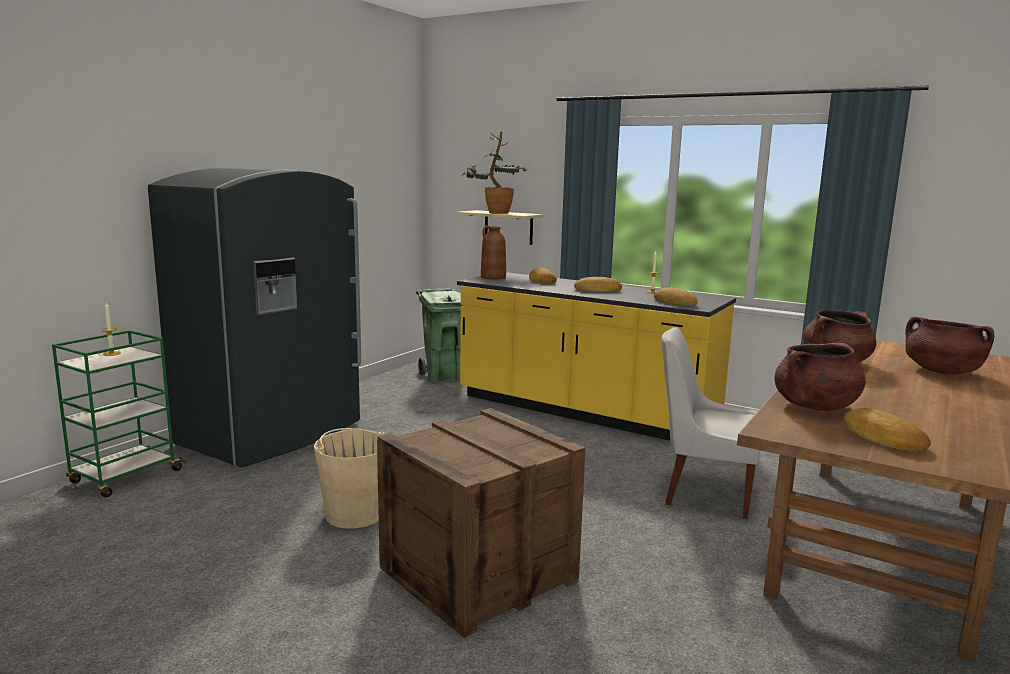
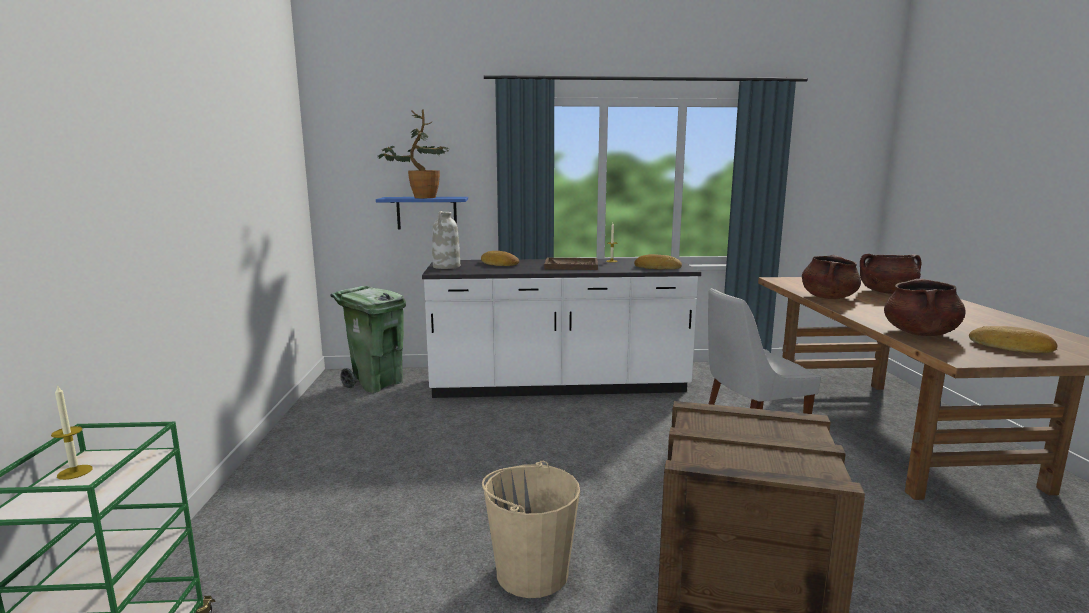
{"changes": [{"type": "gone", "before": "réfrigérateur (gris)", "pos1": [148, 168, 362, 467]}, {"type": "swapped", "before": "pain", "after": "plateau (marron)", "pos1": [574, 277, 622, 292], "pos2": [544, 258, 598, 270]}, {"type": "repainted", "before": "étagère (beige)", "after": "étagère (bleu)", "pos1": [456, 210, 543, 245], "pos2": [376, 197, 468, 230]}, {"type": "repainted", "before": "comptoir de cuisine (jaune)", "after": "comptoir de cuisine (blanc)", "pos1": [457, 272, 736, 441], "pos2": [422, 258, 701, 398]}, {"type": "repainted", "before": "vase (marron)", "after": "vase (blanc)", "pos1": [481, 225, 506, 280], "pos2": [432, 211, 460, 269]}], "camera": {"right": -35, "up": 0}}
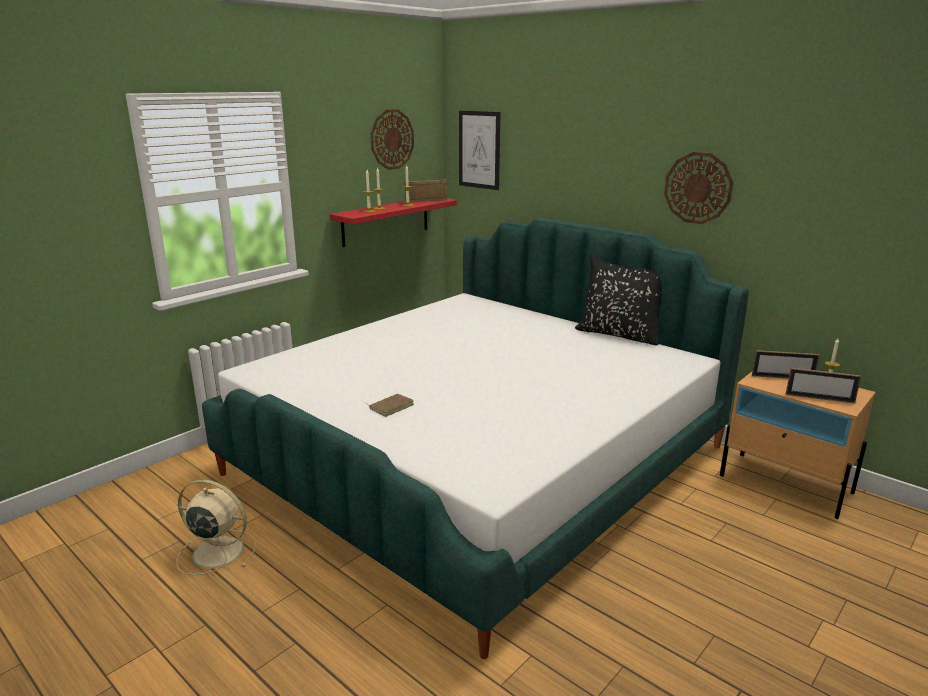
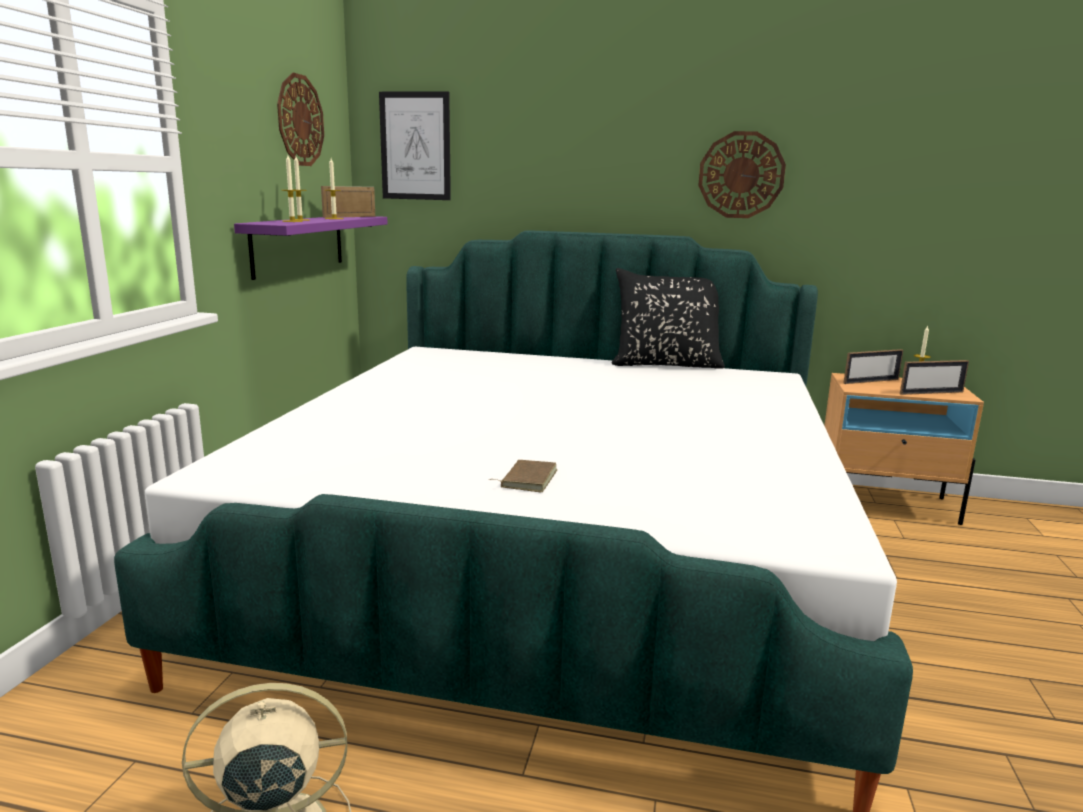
{"changes": [{"type": "repainted", "before": "étagère (rouge)", "after": "étagère (violet)", "pos1": [330, 199, 457, 247], "pos2": [234, 216, 388, 280]}], "camera": {"right": -30, "up": -5}}
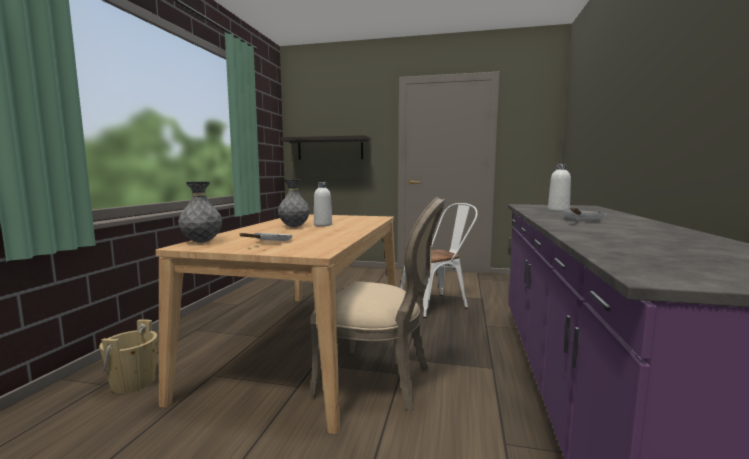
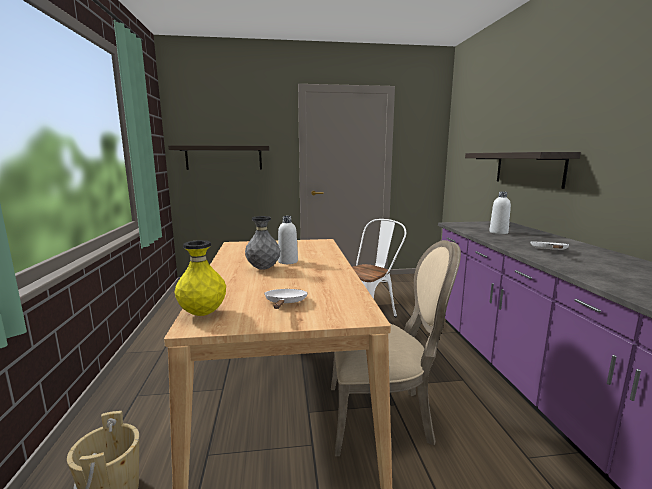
{"changes": [{"type": "new", "after": "étagère", "pos2": [465, 152, 581, 189]}, {"type": "repainted", "before": "vase (gris)", "after": "vase (jaune)", "pos1": [178, 182, 222, 243], "pos2": [175, 240, 226, 316]}], "camera": {"right": -20, "up": 5}}
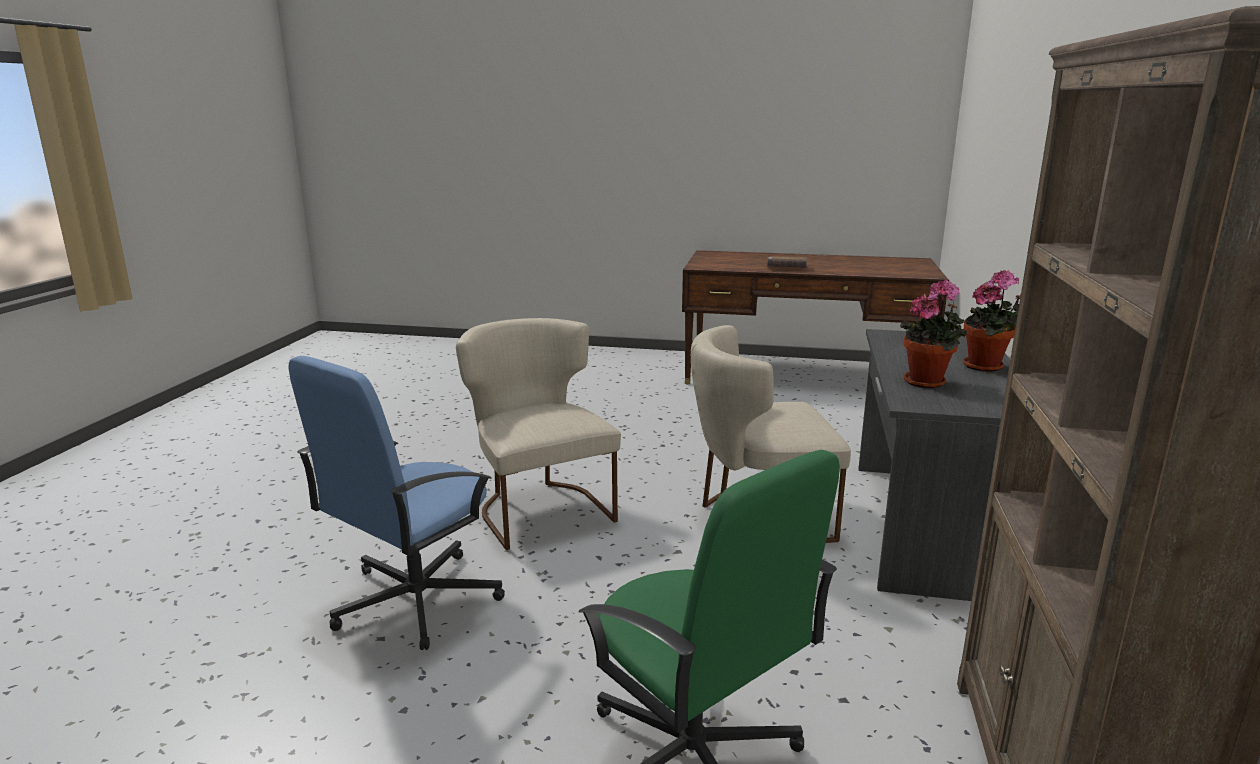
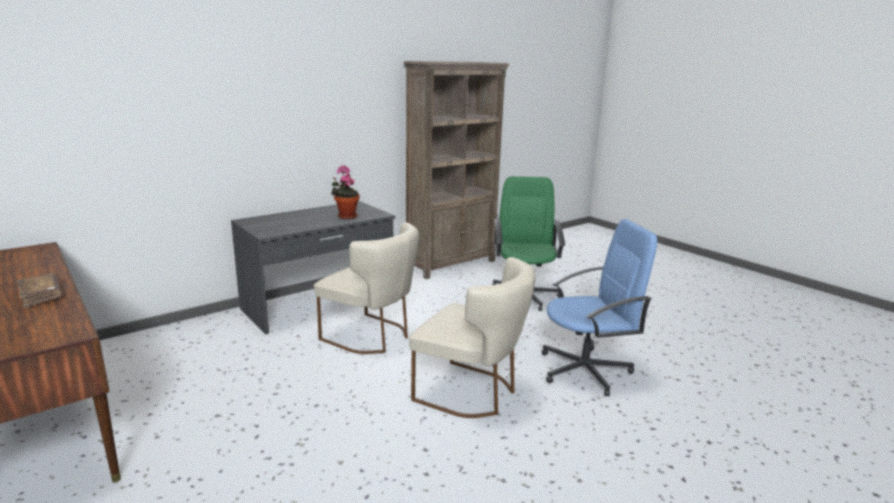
{"changes": [{"type": "gone", "before": "plante en pot", "pos1": [963, 270, 1021, 372]}, {"type": "rotated", "before": "chaise (beige)", "pos1": [456, 318, 621, 550], "pos2": [409, 257, 535, 418], "turn": -75}], "camera": {"right": -140, "up": 0}}
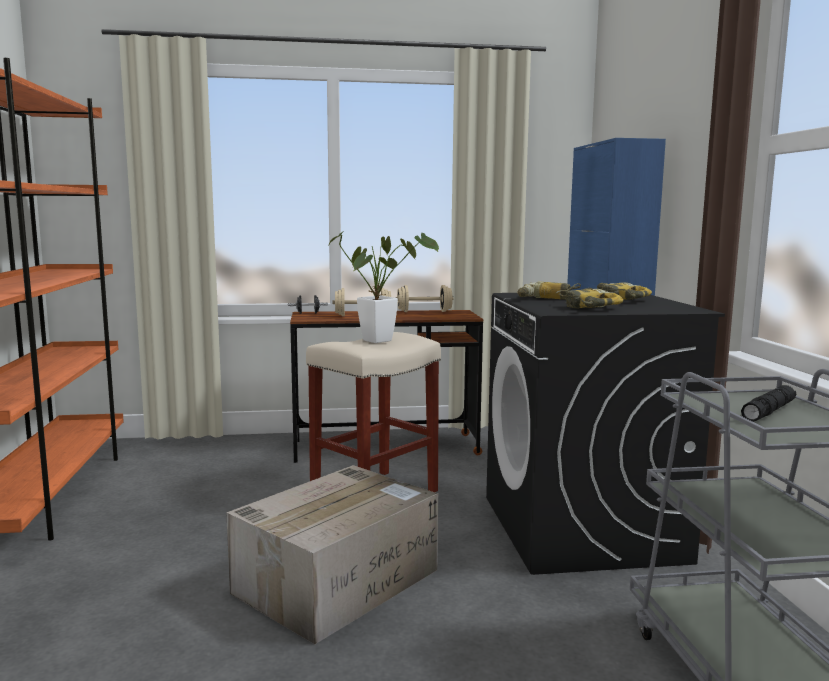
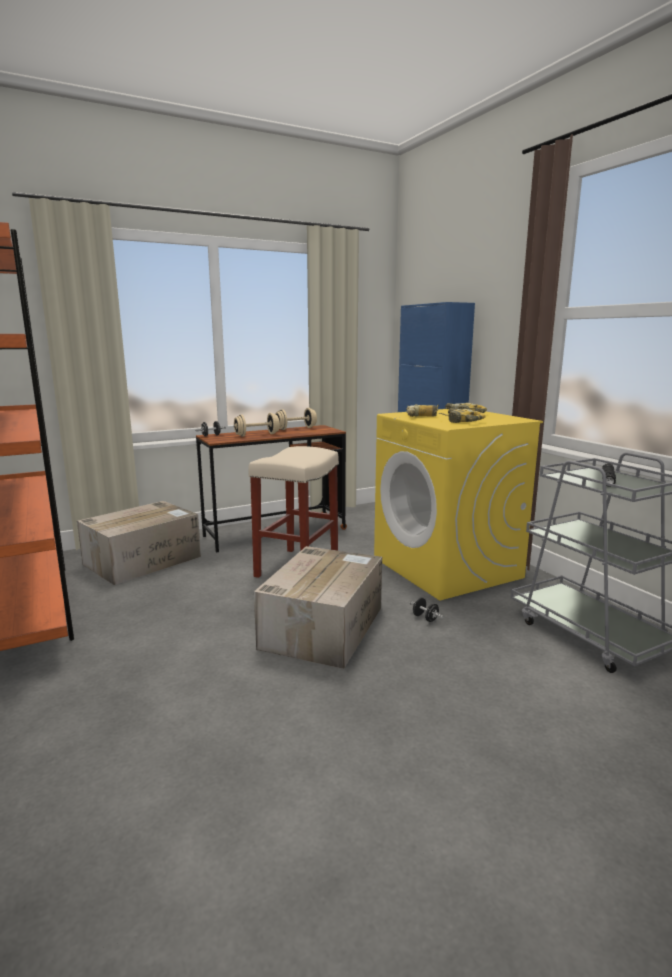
{"changes": [{"type": "gone", "before": "plante en pot", "pos1": [327, 231, 439, 343]}, {"type": "new", "after": "carton", "pos2": [77, 501, 201, 585]}, {"type": "new", "after": "haltère (noir)", "pos2": [409, 598, 444, 622]}, {"type": "repainted", "before": "lave-linge (noir)", "after": "lave-linge (jaune)", "pos1": [486, 293, 725, 575], "pos2": [374, 409, 543, 600]}], "camera": {"right": -20, "up": 5}}
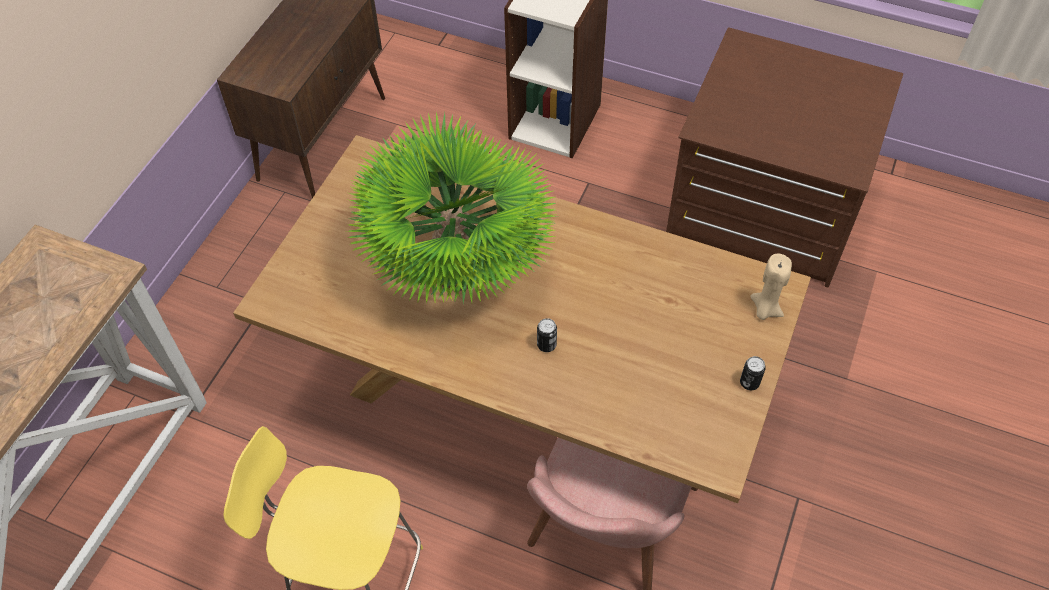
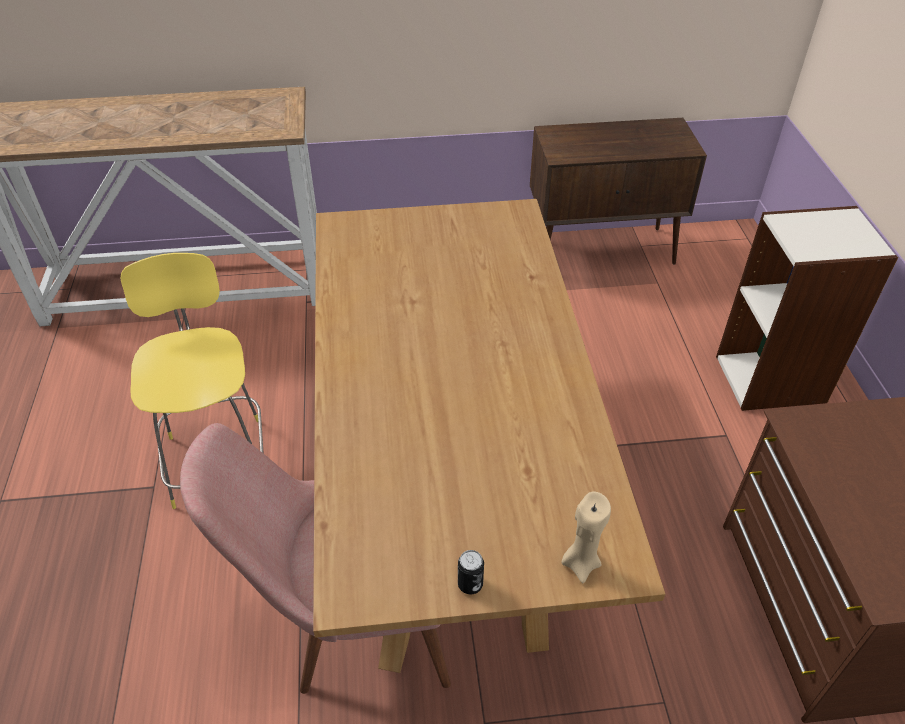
{"changes": [{"type": "gone", "before": "plante en pot", "pos1": [347, 111, 558, 304]}, {"type": "gone", "before": "boîte métallique", "pos1": [537, 318, 557, 352]}], "camera": {"right": 60, "up": -10}}
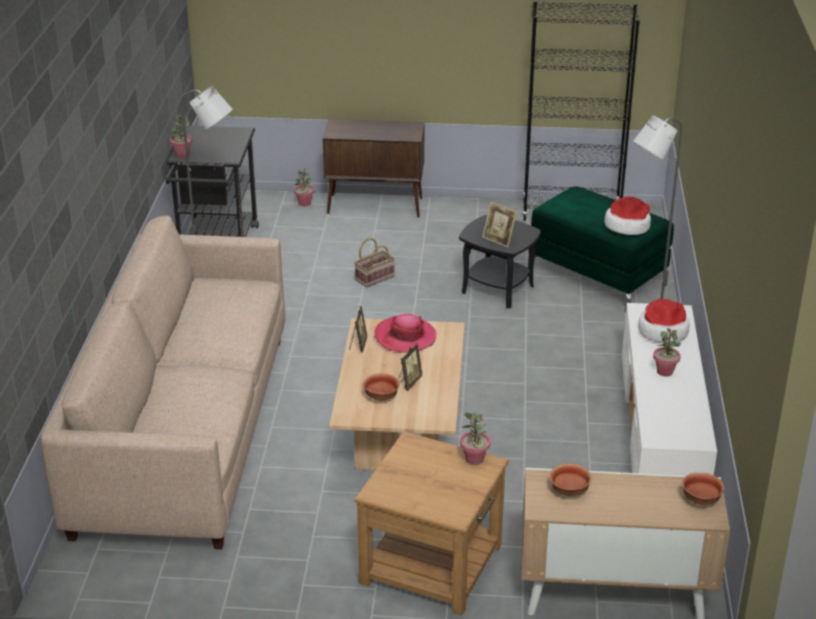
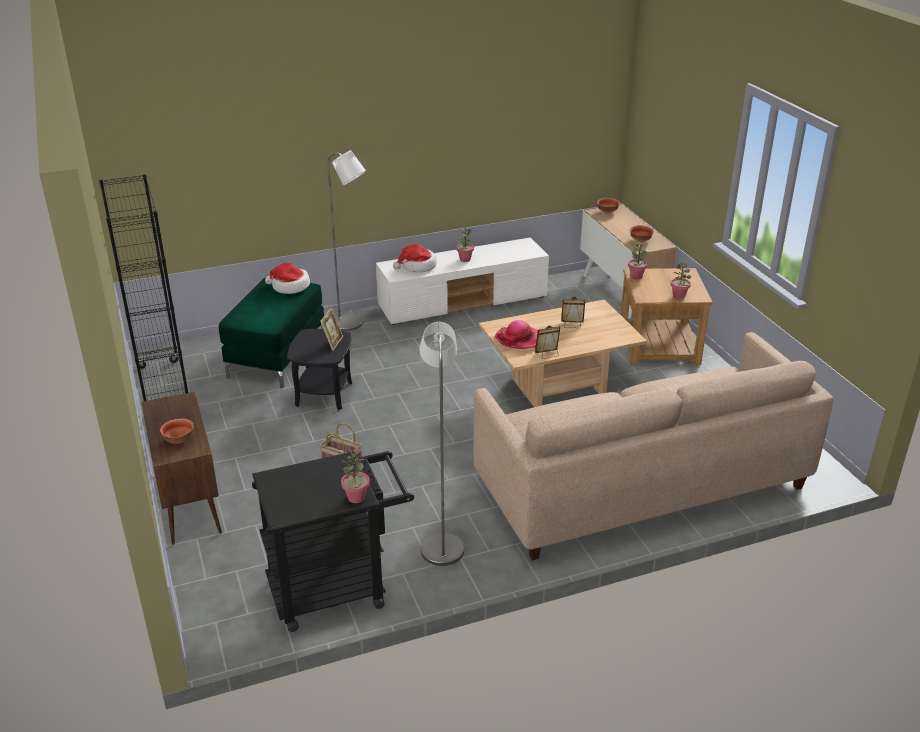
{"changes": [{"type": "shifted", "before": "plante en pot", "pos1": [294, 168, 314, 206], "pos2": [671, 263, 691, 299]}, {"type": "shifted", "before": "bol", "pos1": [363, 373, 400, 401], "pos2": [160, 419, 194, 444]}], "camera": {"right": -115, "up": 0}}
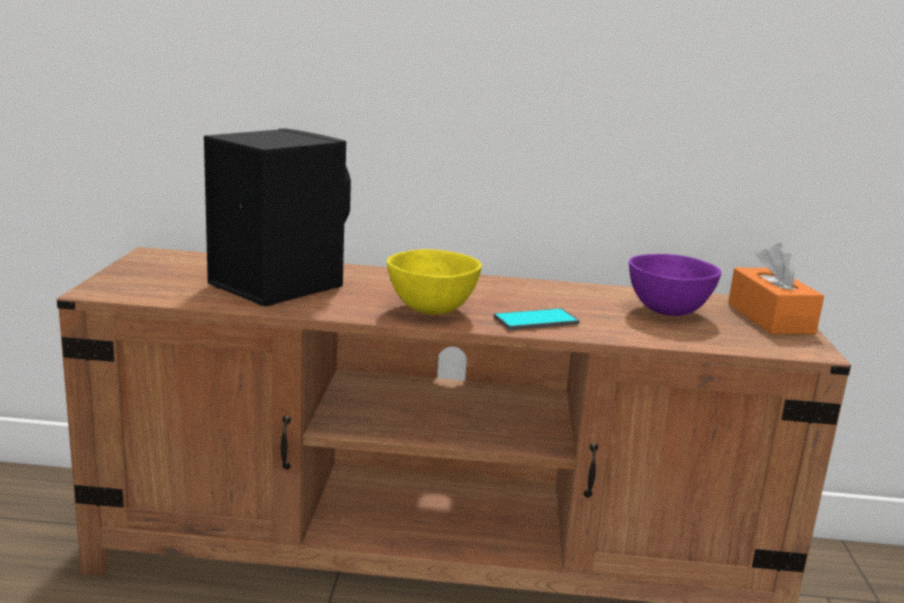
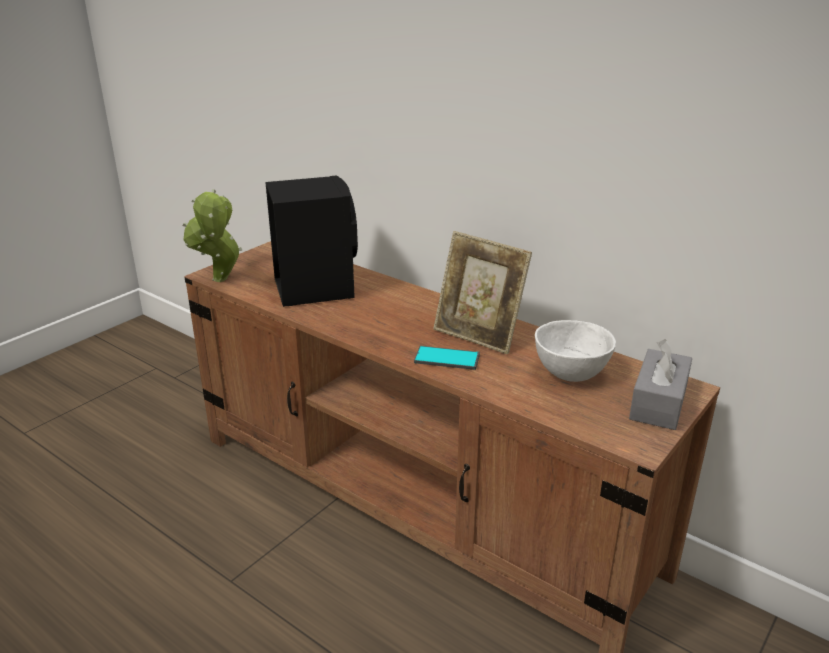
{"changes": [{"type": "gone", "before": "bol (jaune)", "pos1": [387, 249, 482, 315]}, {"type": "new", "after": "plante en pot", "pos2": [183, 189, 242, 282]}, {"type": "new", "after": "cadre photo", "pos2": [433, 231, 532, 354]}, {"type": "repainted", "before": "bol (violet)", "after": "bol (blanc)", "pos1": [629, 254, 721, 316], "pos2": [535, 320, 616, 382]}, {"type": "repainted", "before": "boîte à mouchoirs (orange)", "after": "boîte à mouchoirs (gris)", "pos1": [728, 243, 824, 334], "pos2": [629, 339, 692, 430]}], "camera": {"right": 35, "up": 10}}
